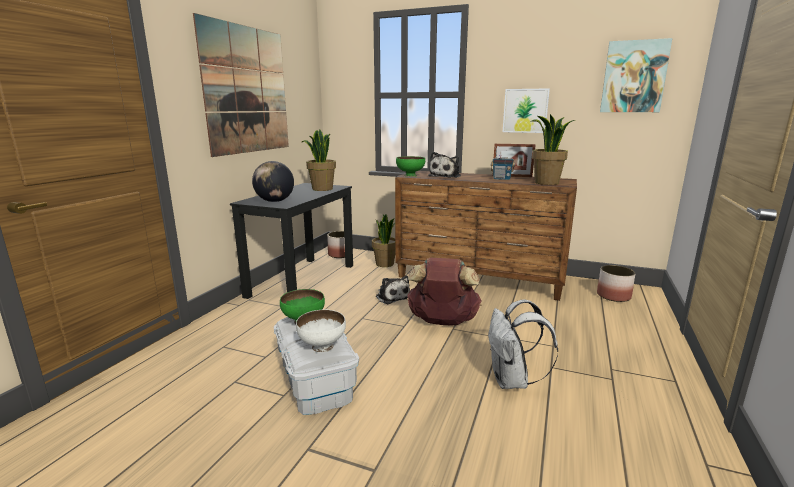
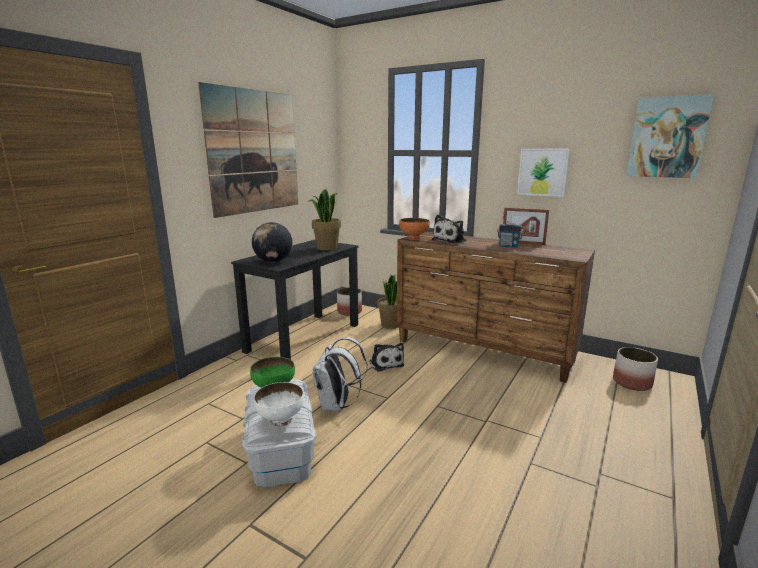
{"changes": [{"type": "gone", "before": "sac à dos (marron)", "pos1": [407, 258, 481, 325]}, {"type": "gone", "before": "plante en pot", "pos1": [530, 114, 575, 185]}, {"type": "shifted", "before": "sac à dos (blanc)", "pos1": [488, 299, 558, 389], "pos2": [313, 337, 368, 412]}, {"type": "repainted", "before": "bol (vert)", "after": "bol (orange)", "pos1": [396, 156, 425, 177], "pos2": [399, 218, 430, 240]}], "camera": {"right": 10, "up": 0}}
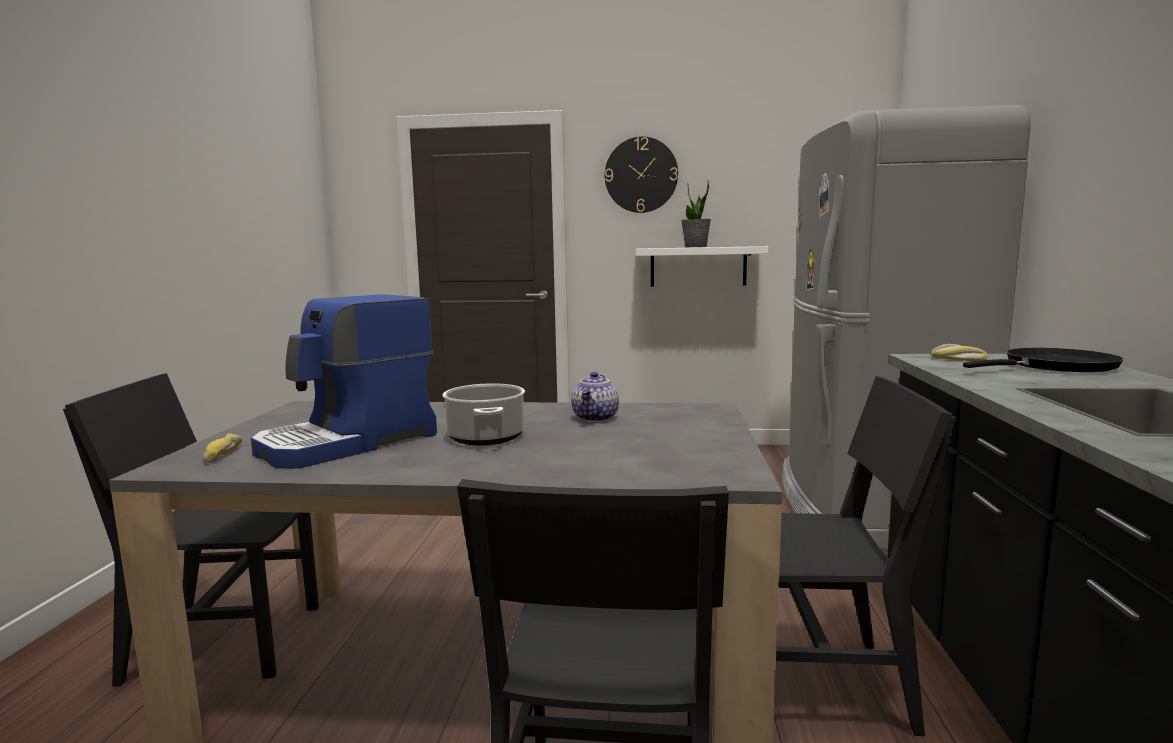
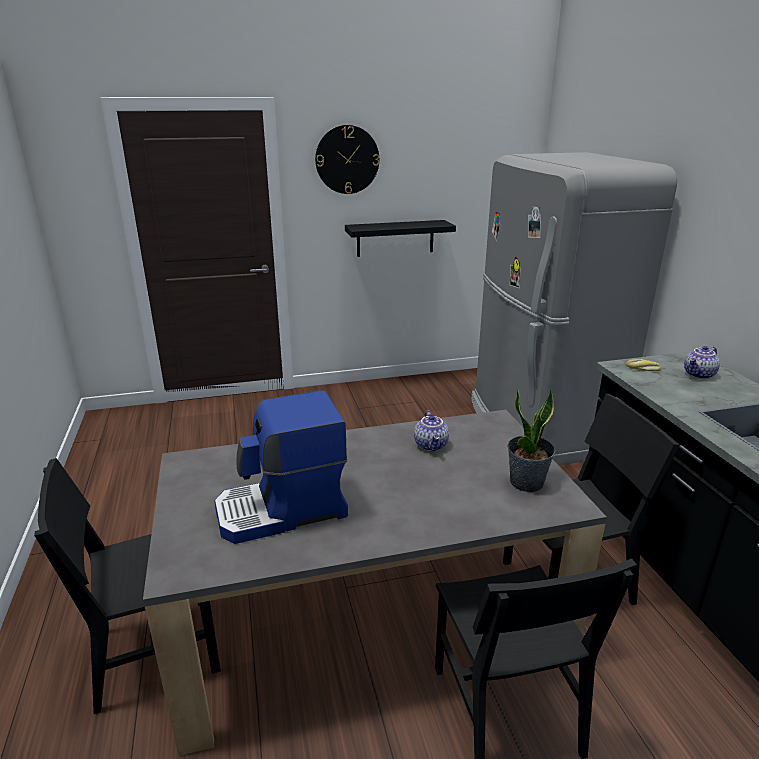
{"changes": [{"type": "gone", "before": "pain", "pos1": [203, 433, 242, 463]}, {"type": "gone", "before": "marmite", "pos1": [442, 383, 525, 446]}, {"type": "shifted", "before": "plante en pot", "pos1": [681, 179, 711, 247], "pos2": [507, 387, 555, 492]}, {"type": "swapped", "before": "poêle (noir)", "after": "théière", "pos1": [963, 348, 1123, 372], "pos2": [684, 346, 720, 379]}, {"type": "repainted", "before": "étagère (blanc)", "after": "étagère (noir)", "pos1": [636, 246, 768, 287], "pos2": [345, 220, 456, 257]}, {"type": "rotated", "before": "machine à café", "pos1": [251, 294, 437, 469], "pos2": [215, 390, 348, 544], "turn": 45}], "camera": {"right": -20, "up": 15}}
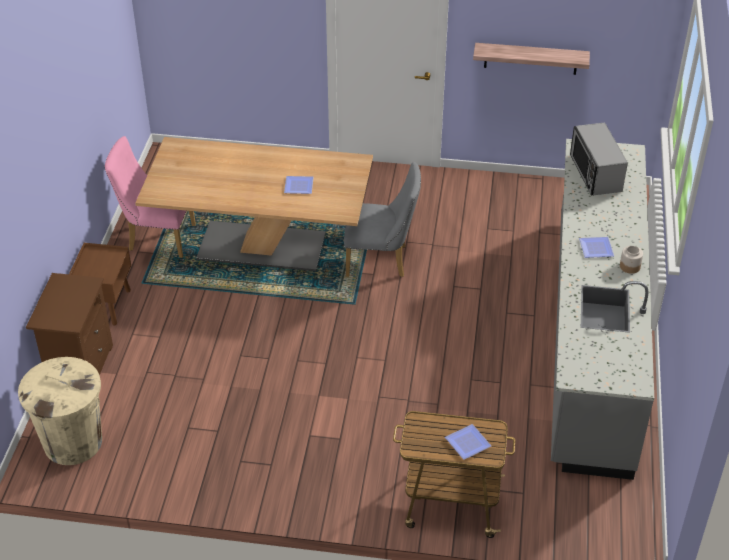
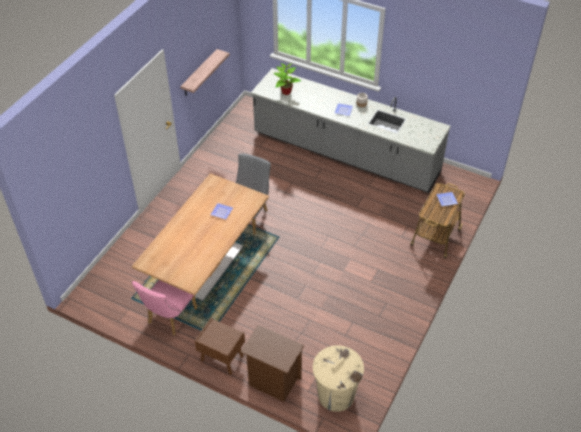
{"changes": [{"type": "swapped", "before": "micro-ondes", "after": "plante en pot", "pos1": [570, 123, 628, 195], "pos2": [273, 63, 301, 95]}], "camera": {"right": -70, "up": 5}}
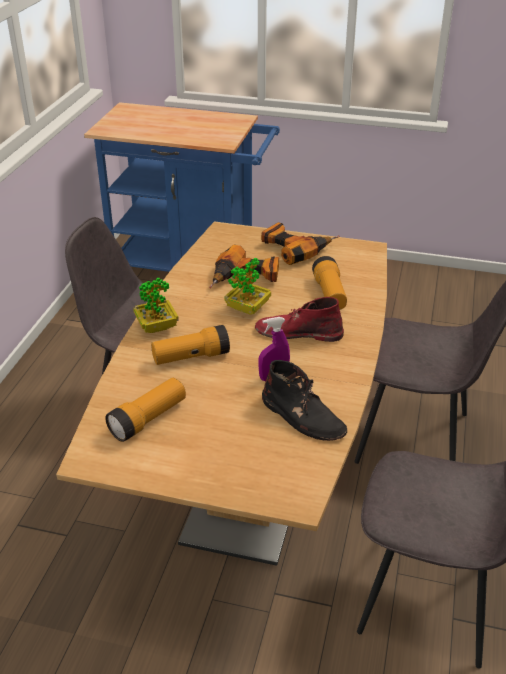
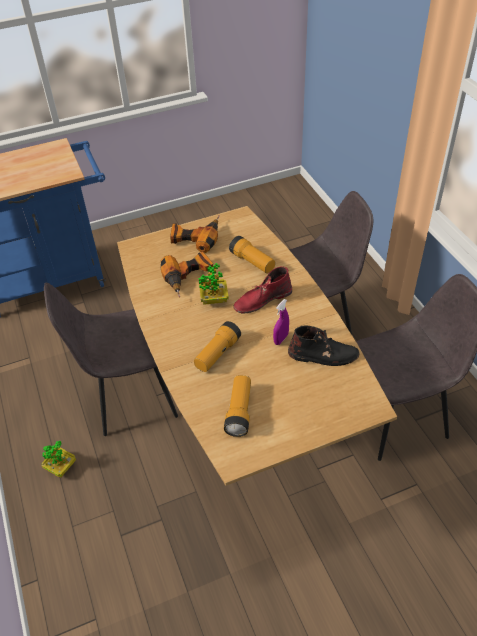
{"changes": [{"type": "shifted", "before": "plante en pot", "pos1": [133, 278, 179, 333], "pos2": [41, 441, 76, 477]}], "camera": {"right": -35, "up": 10}}
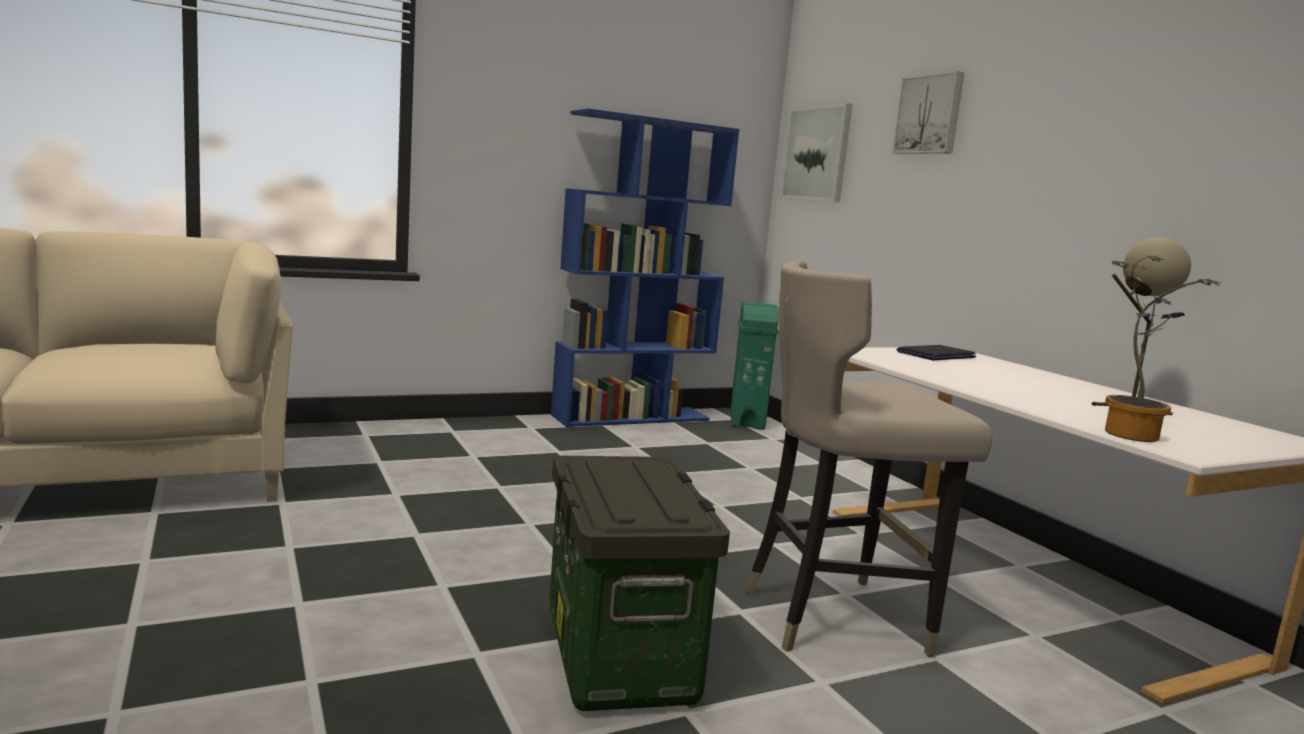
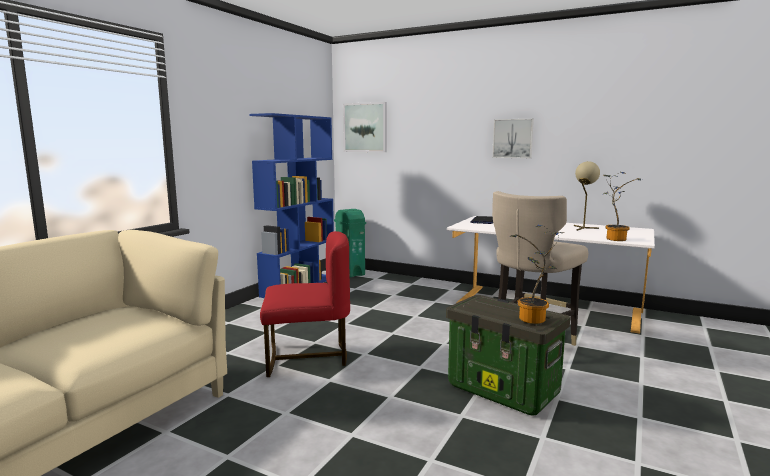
{"changes": [{"type": "new", "after": "chaise (rouge)", "pos2": [260, 231, 350, 377]}, {"type": "new", "after": "plante en pot", "pos2": [510, 225, 565, 324]}, {"type": "shifted", "before": "tableau", "pos1": [892, 71, 964, 154], "pos2": [492, 119, 534, 158]}], "camera": {"right": -35, "up": 0}}
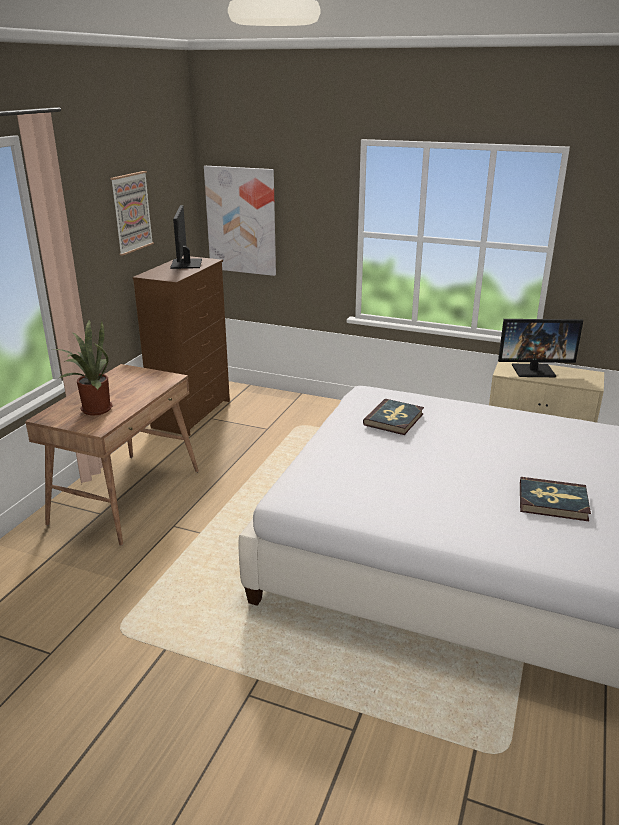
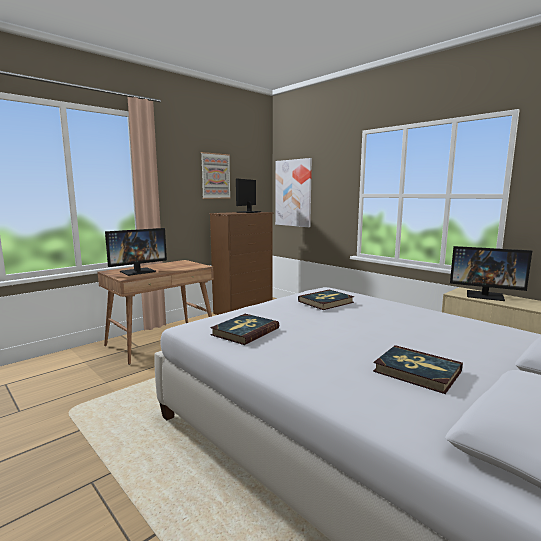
{"changes": [{"type": "new", "after": "livre", "pos2": [210, 314, 279, 345]}, {"type": "swapped", "before": "plante en pot", "after": "écran d'ordinateur", "pos1": [55, 319, 113, 415], "pos2": [105, 228, 167, 276]}], "camera": {"right": 25, "up": -15}}
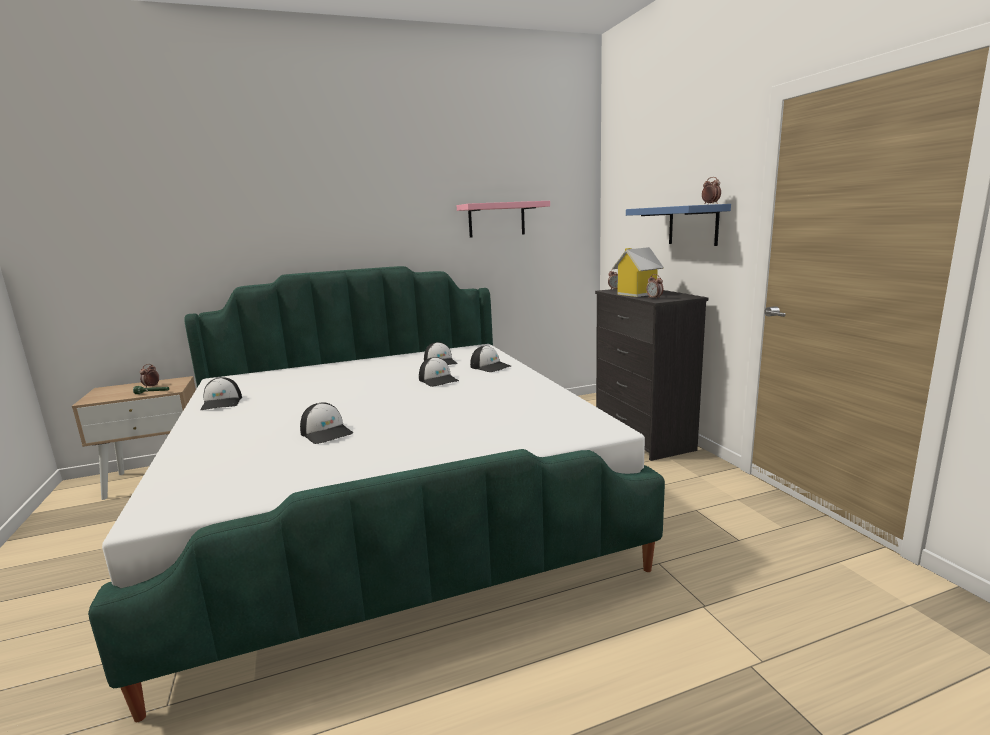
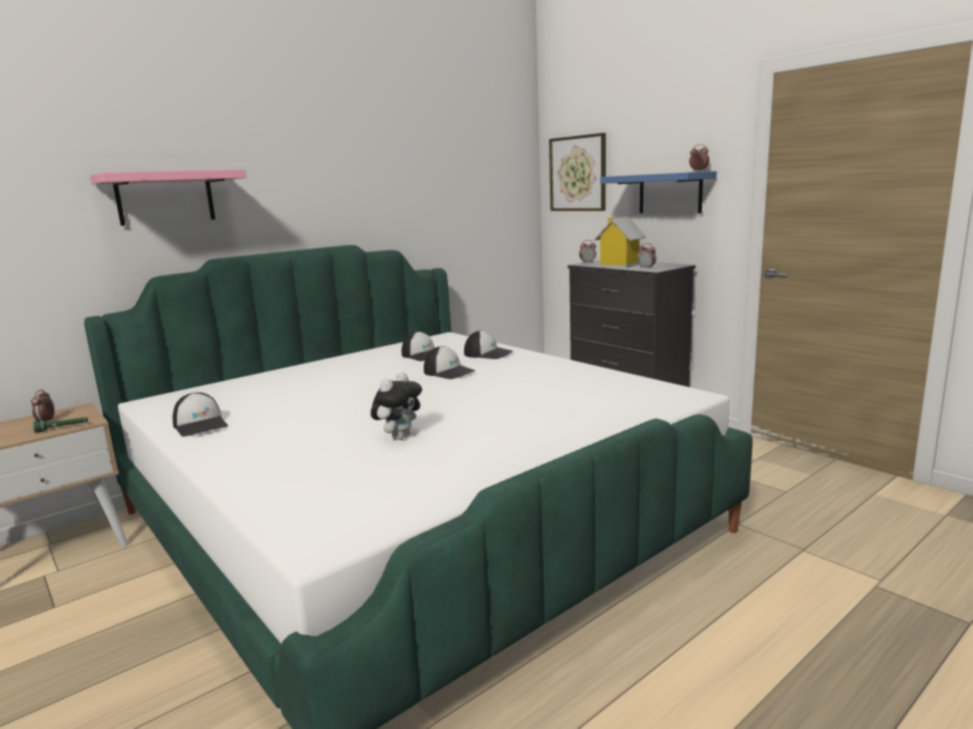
{"changes": [{"type": "new", "after": "tableau", "pos2": [549, 133, 606, 211]}, {"type": "shifted", "before": "étagère (rose)", "pos1": [457, 201, 550, 238], "pos2": [90, 169, 246, 226]}, {"type": "swapped", "before": "casquette", "after": "peluche", "pos1": [300, 403, 353, 444], "pos2": [371, 372, 422, 440]}], "camera": {"right": -20, "up": 0}}
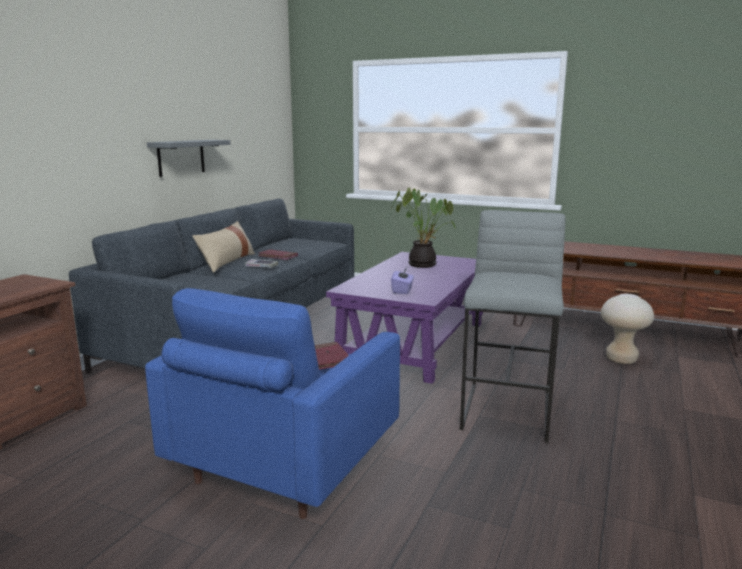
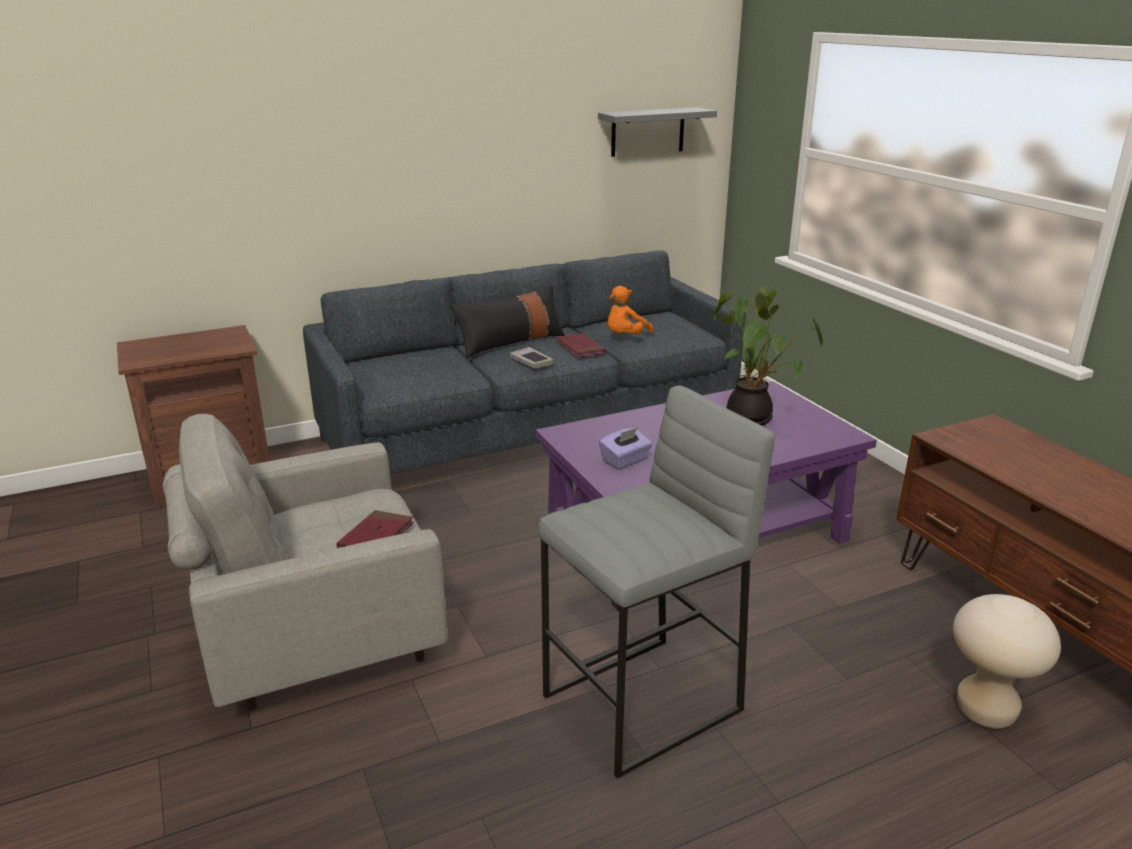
{"changes": [{"type": "new", "after": "peluche (orange)", "pos2": [607, 286, 654, 334]}, {"type": "shifted", "before": "étagère (gris)", "pos1": [147, 140, 231, 177], "pos2": [598, 107, 717, 157]}, {"type": "repainted", "before": "fauteuil (bleu)", "after": "fauteuil (gris)", "pos1": [145, 288, 400, 519], "pos2": [163, 414, 447, 711]}, {"type": "repainted", "before": "coussin (beige)", "after": "coussin (noir)", "pos1": [192, 221, 255, 273], "pos2": [451, 285, 565, 358]}], "camera": {"right": 40, "up": 10}}
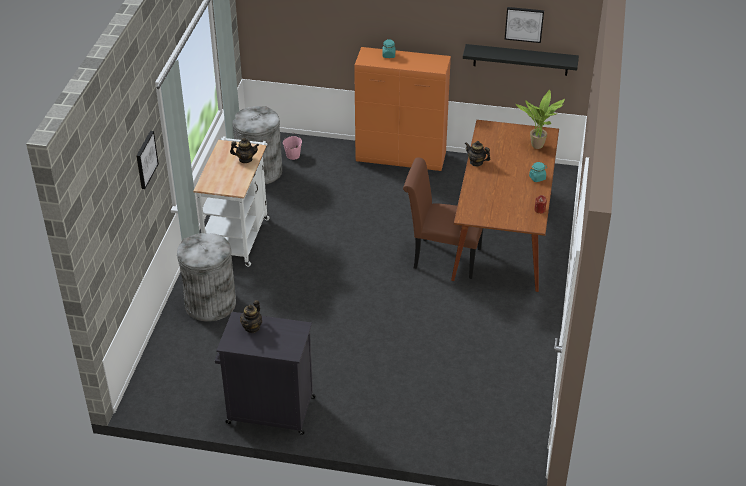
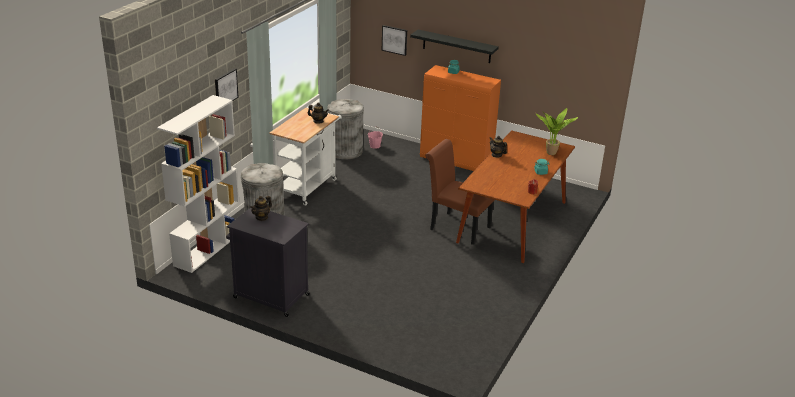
{"changes": [{"type": "new", "after": "bibliothèque (blanc)", "pos2": [157, 95, 239, 273]}, {"type": "shifted", "before": "étagère (noir)", "pos1": [463, 44, 579, 76], "pos2": [410, 30, 499, 63]}, {"type": "shifted", "before": "tableau", "pos1": [505, 7, 544, 43], "pos2": [382, 25, 407, 56]}], "camera": {"right": 15, "up": -10}}
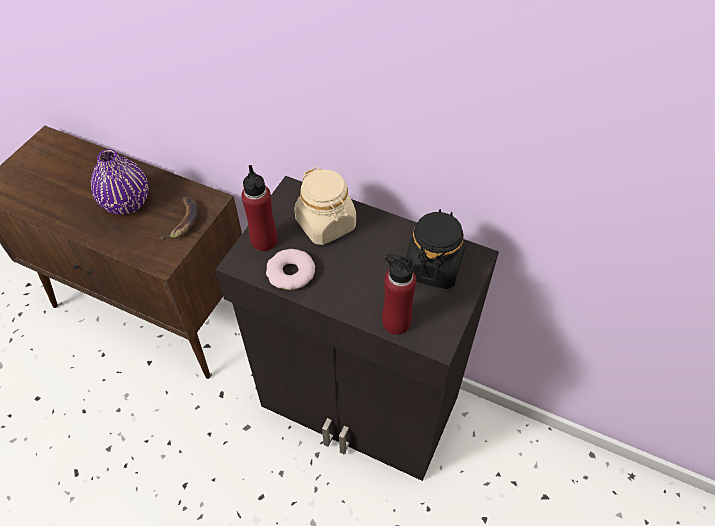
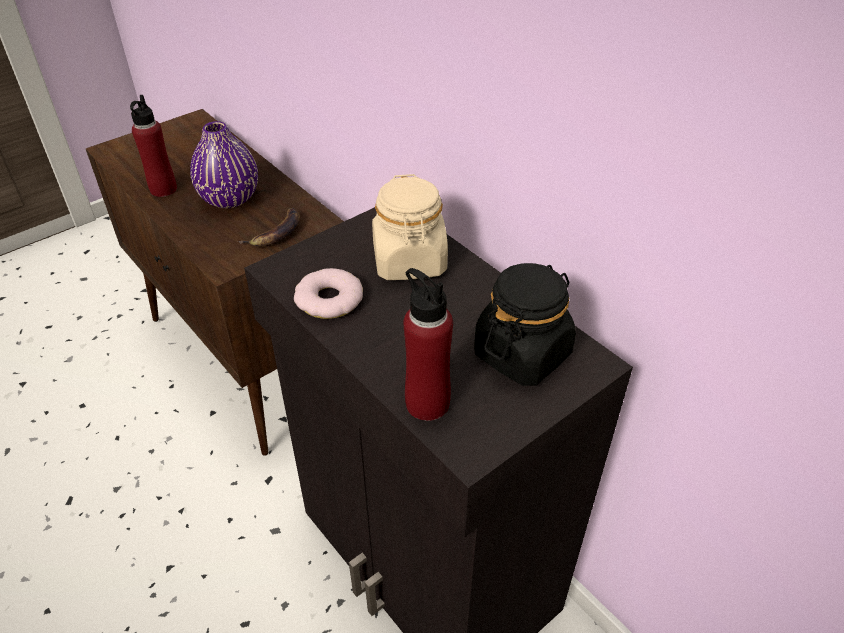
{"changes": [{"type": "shifted", "before": "bouteille (rouge)", "pos1": [241, 165, 277, 251], "pos2": [130, 95, 177, 197]}], "camera": {"right": 25, "up": -10}}
